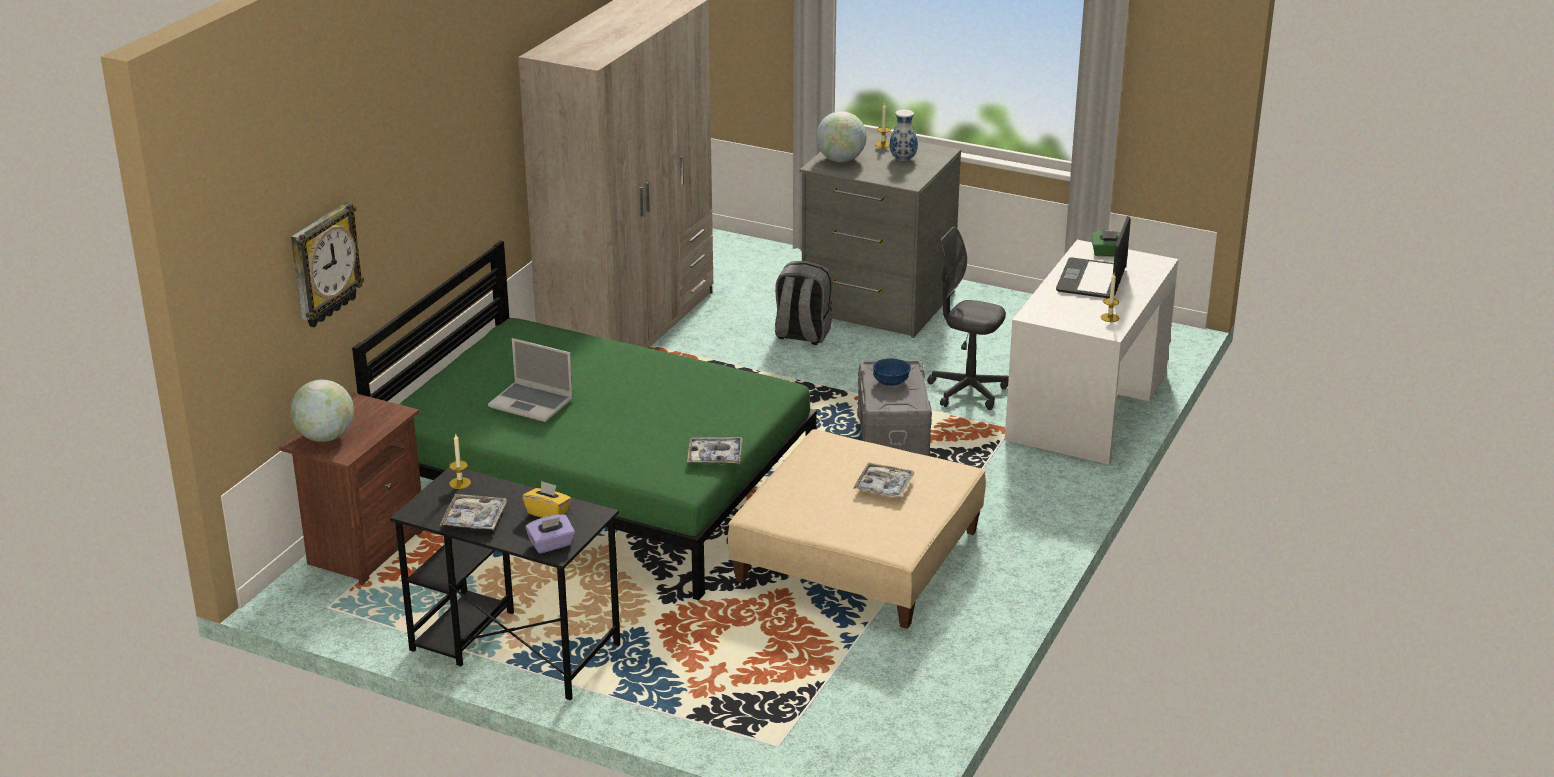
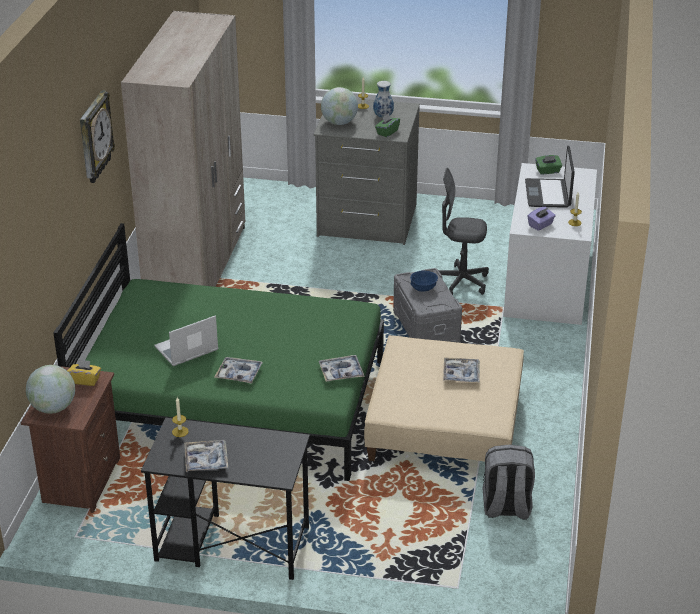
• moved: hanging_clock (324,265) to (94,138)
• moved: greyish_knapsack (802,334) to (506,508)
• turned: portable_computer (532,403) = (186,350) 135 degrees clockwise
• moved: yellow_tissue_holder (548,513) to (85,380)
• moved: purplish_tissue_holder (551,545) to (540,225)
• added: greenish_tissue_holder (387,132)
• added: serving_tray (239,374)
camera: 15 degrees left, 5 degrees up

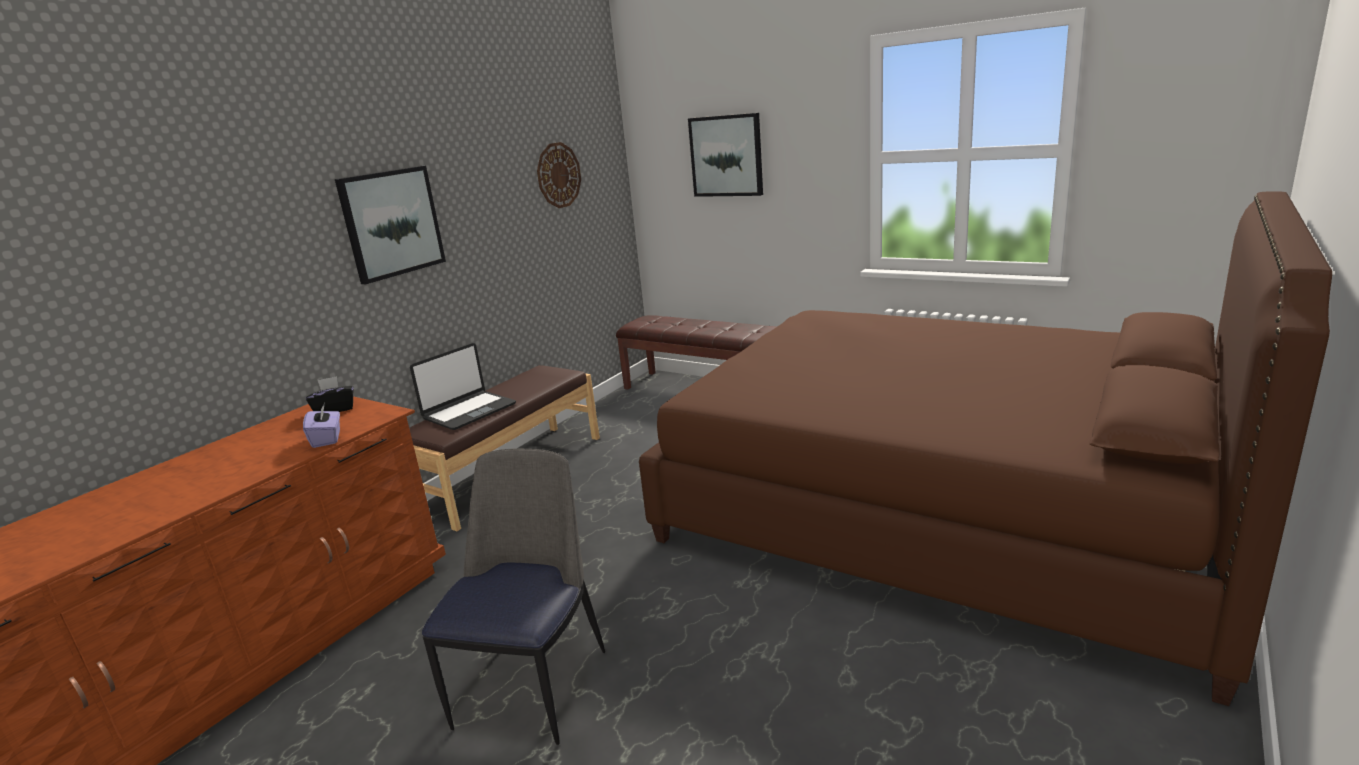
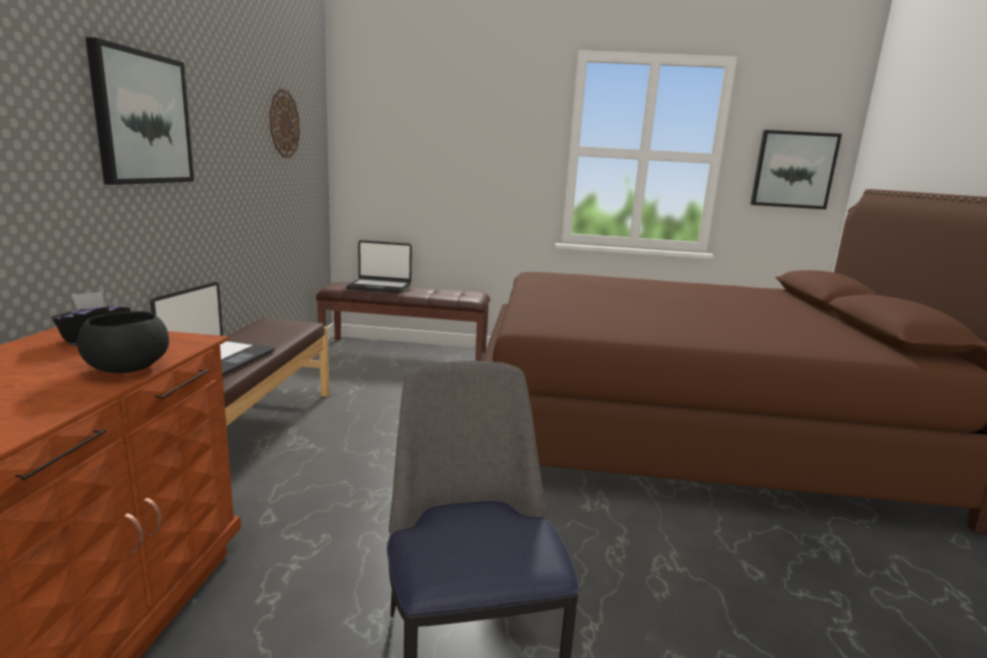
• moved: wall_picture (726,156) to (793,170)
• replaced: purplish_tissue_holder (327,439) to black_deep_dish (127,368)
• added: portable_computer (379,287)
camera: 30 degrees left, 5 degrees down

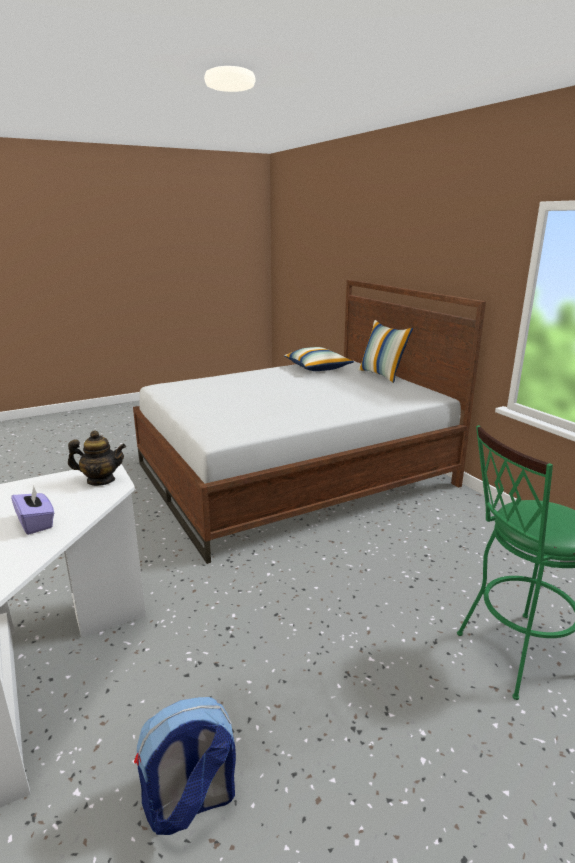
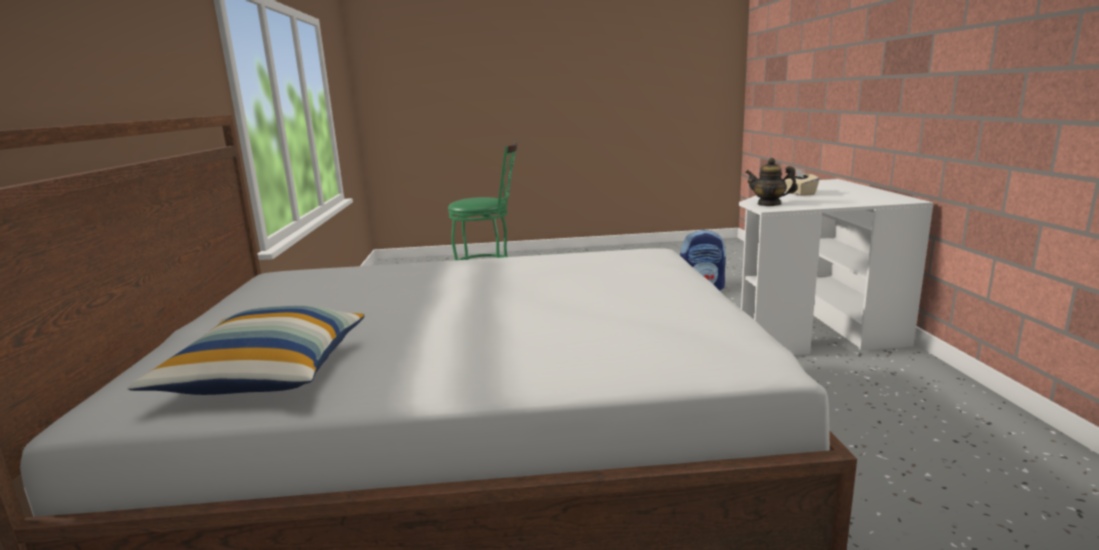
• removed: throw_pillow (382,375)
• recoloured: purplish_tissue_holder (36,523) to beige_tissue_holder (799,193)
camera: 155 degrees left, 5 degrees down

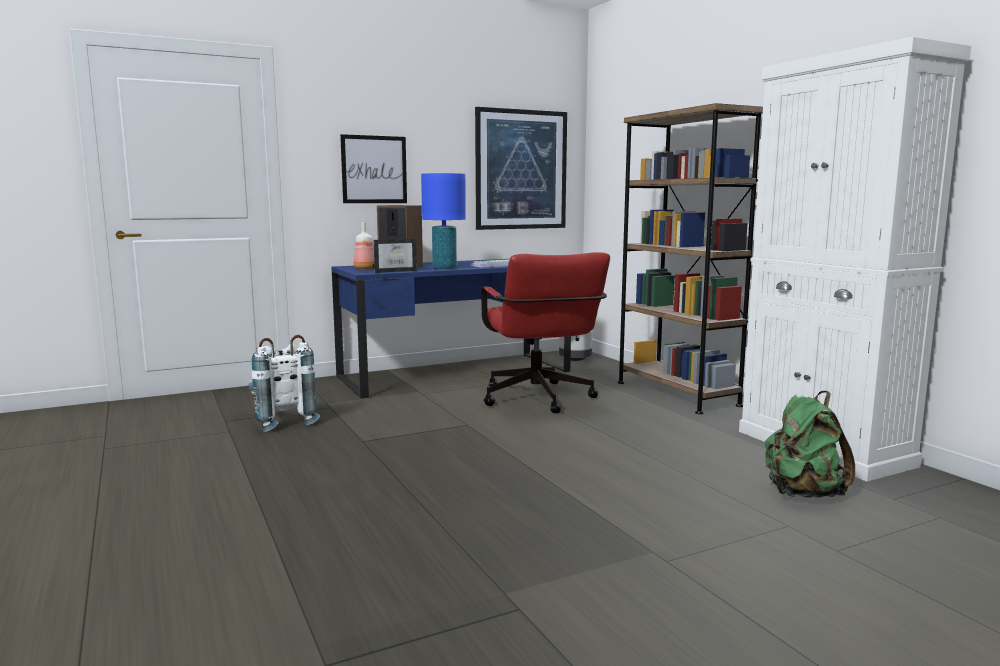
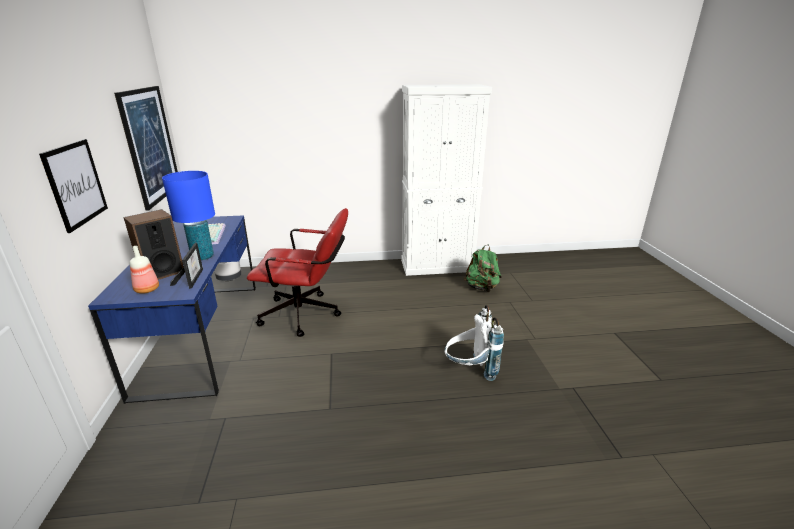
• removed: brown-coloured_shelving_unit (676,393)
• moved: white-coloured_knapsack (282,421) to (470,371)
camera: 70 degrees left, 15 degrees up

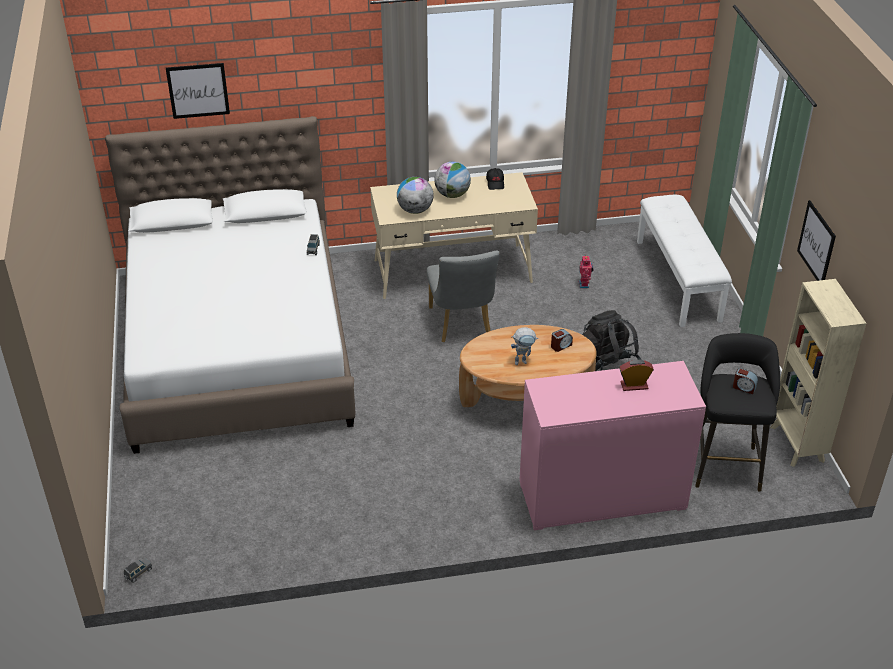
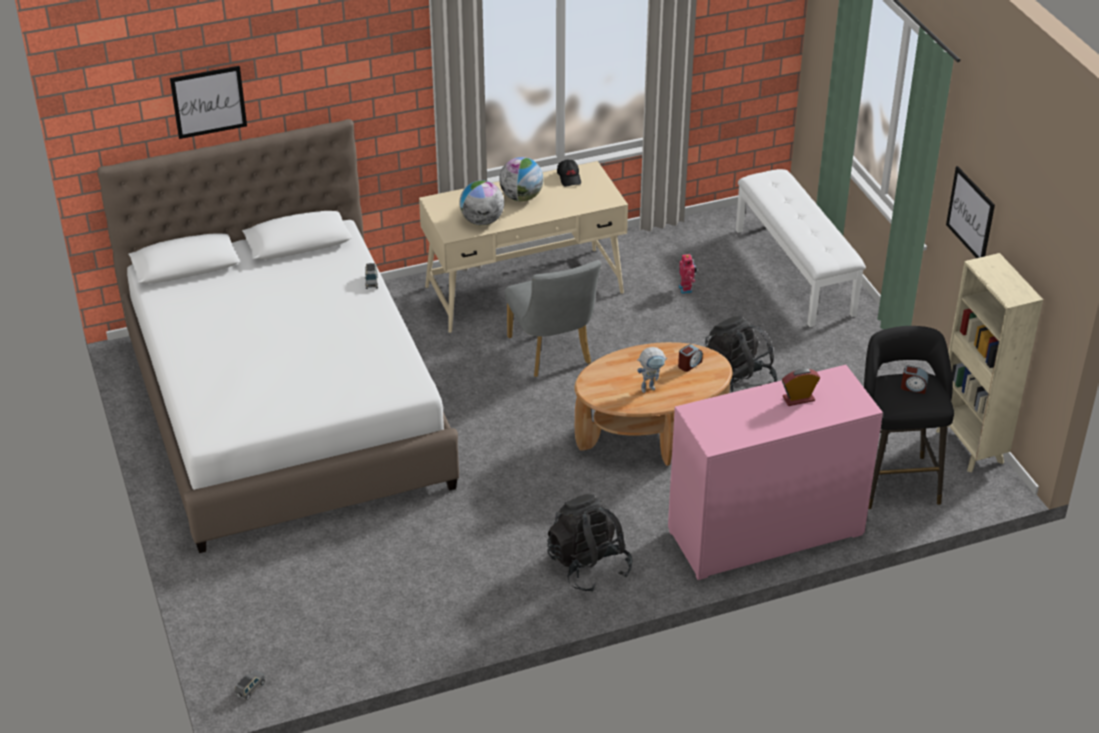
• added: black_knapsack (588,566)
camera: 10 degrees left, 0 degrees up

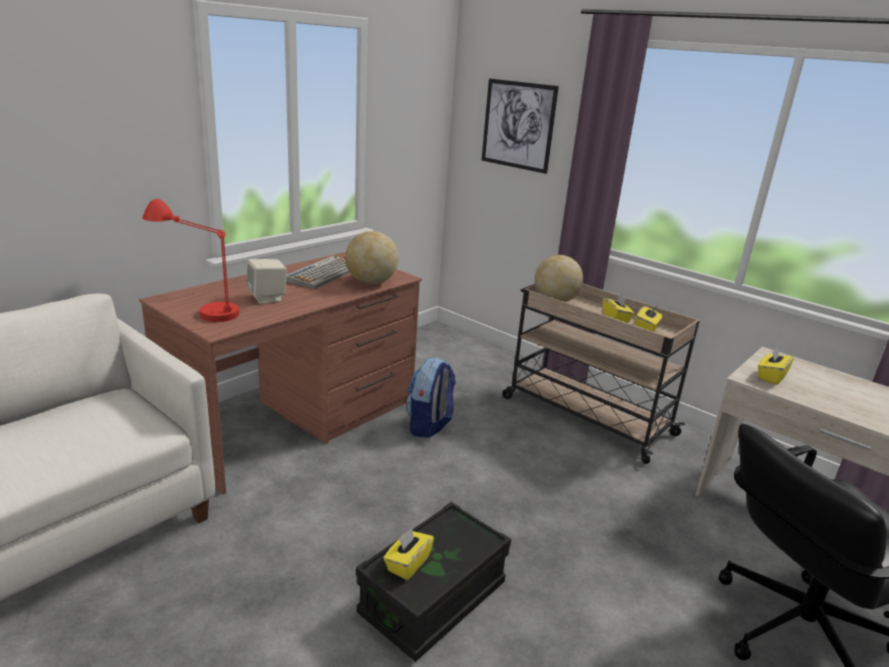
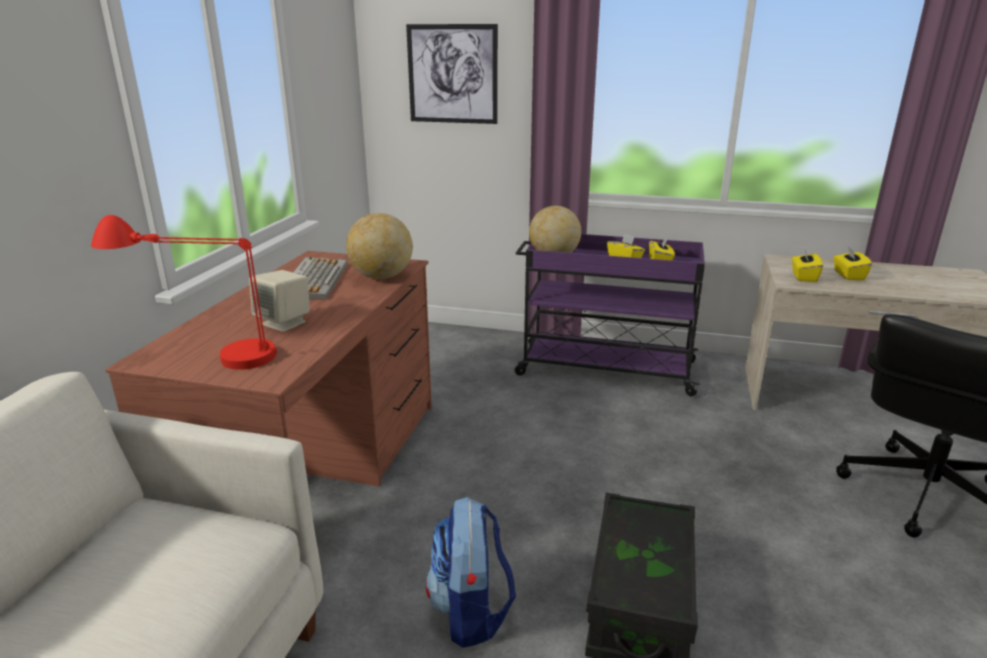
• recoloured: beige_cart (585,415) to purplish_cart (603,368)
• moved: knapsack (429,426) to (471,612)
• moved: yellow_tissue_holder (407,564) to (848,275)
camera: 25 degrees left, 0 degrees up

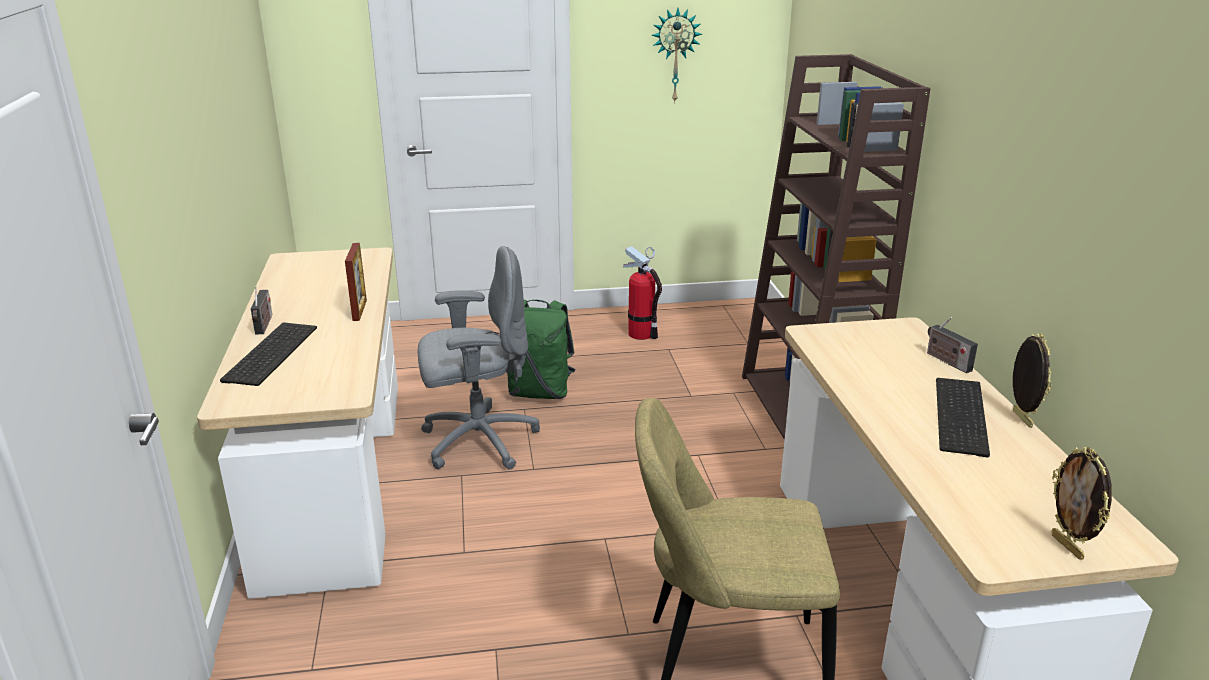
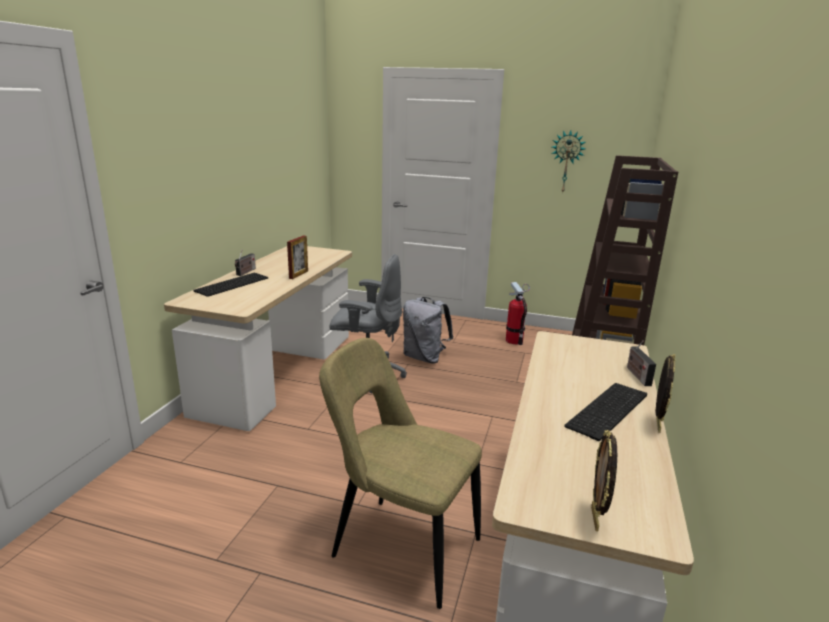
• recoloured: greenish_knapsack (540,392) to greyish_knapsack (424,358)
camera: 25 degrees right, 5 degrees down

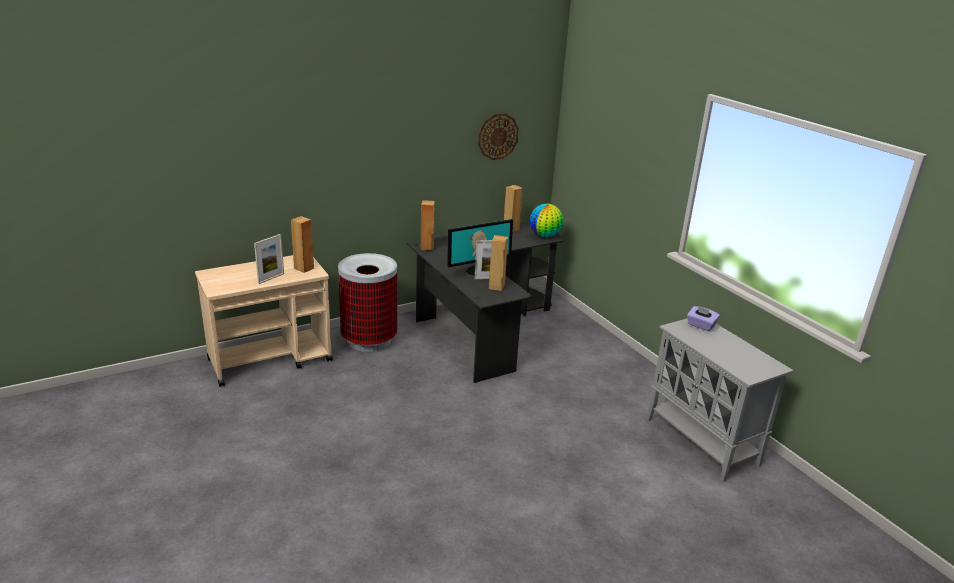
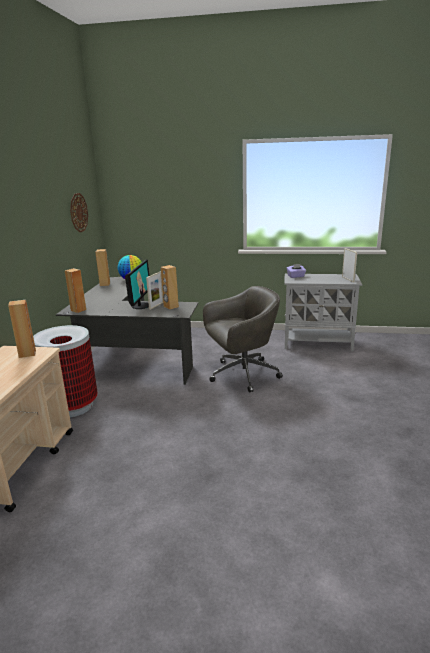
• moved: standing_frame (271,278) to (348,279)
• added: greyish_office_chair (242,374)
camera: 50 degrees left, 5 degrees down

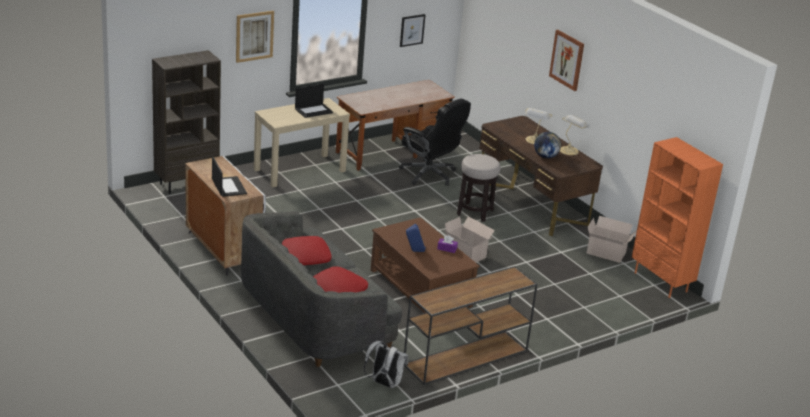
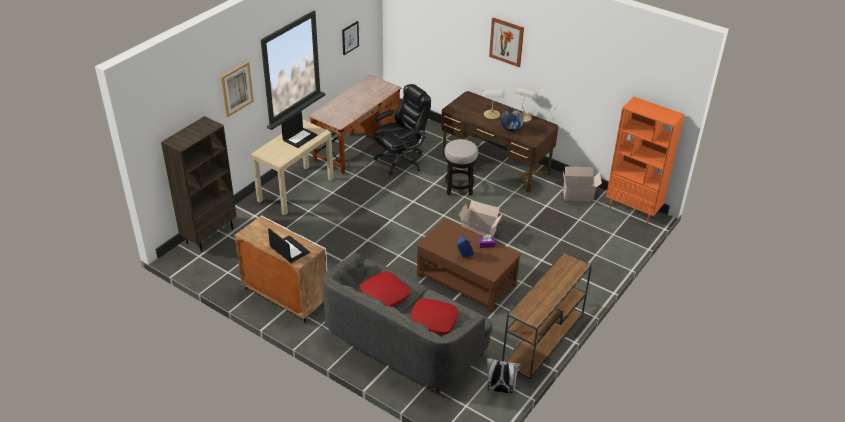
• turned: black_office_chair (429,174) = (401,160) 60 degrees counterclockwise
camera: 20 degrees left, 10 degrees up

